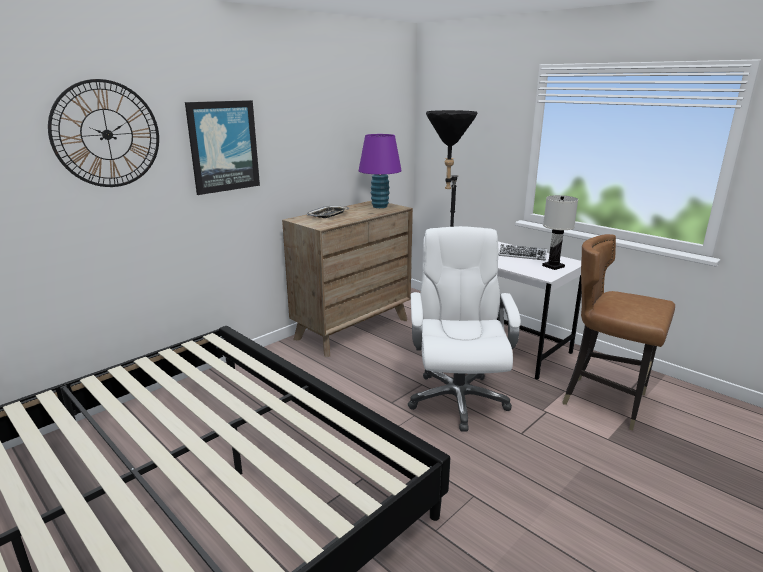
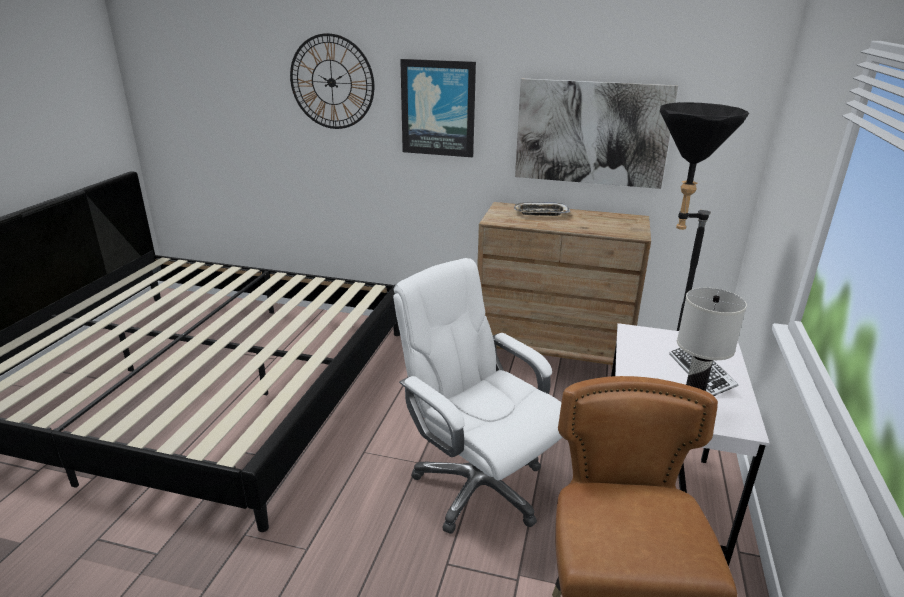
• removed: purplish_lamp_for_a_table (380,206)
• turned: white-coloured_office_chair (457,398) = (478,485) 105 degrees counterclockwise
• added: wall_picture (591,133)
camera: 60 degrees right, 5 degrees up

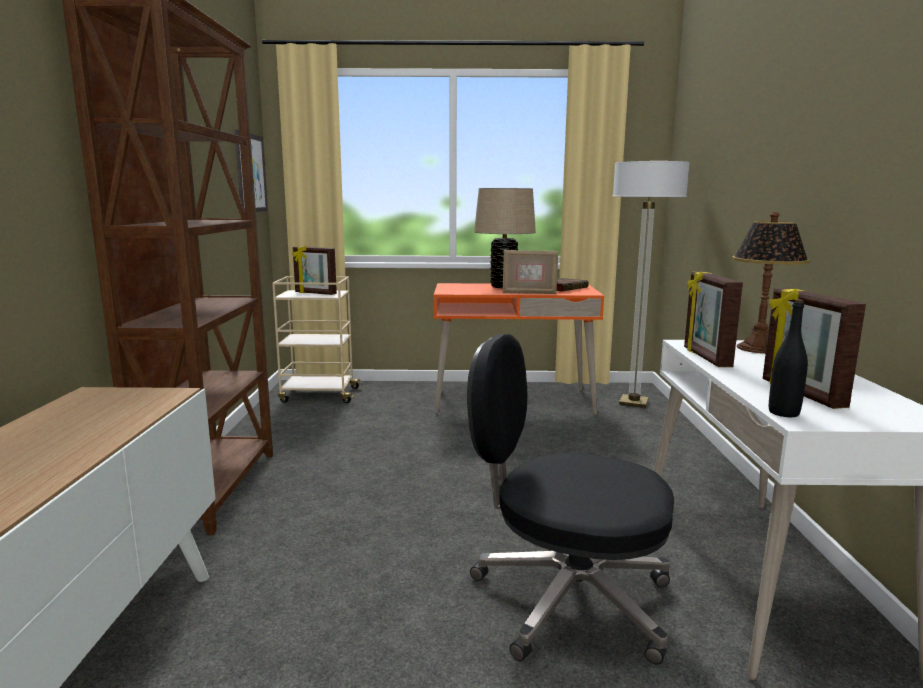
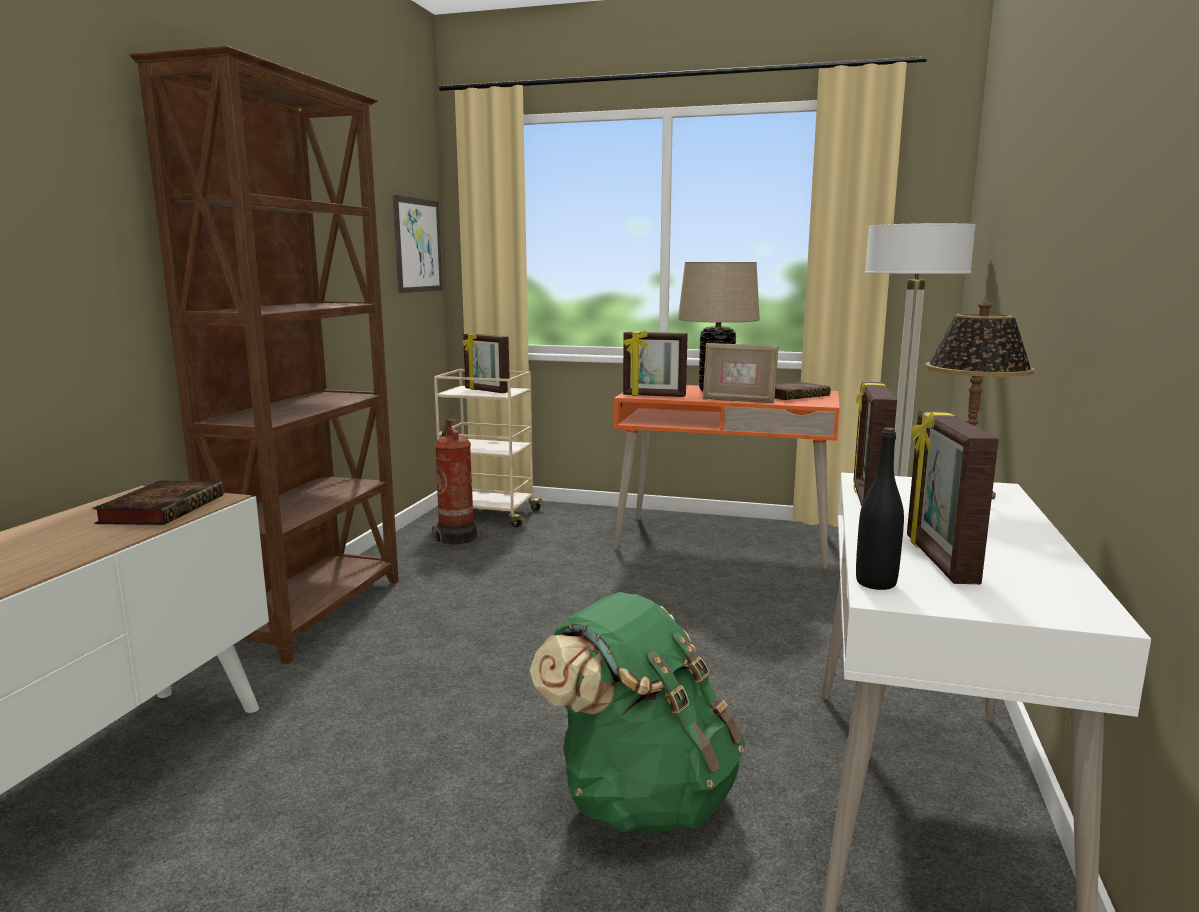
• replaced: black_office_chair (567,598) to greenish_knapsack (641,797)
• added: standing_frame (654,396)
• added: fire_extinguisher (456,538)
• added: book (163,509)
camera: 15 degrees right, 0 degrees up

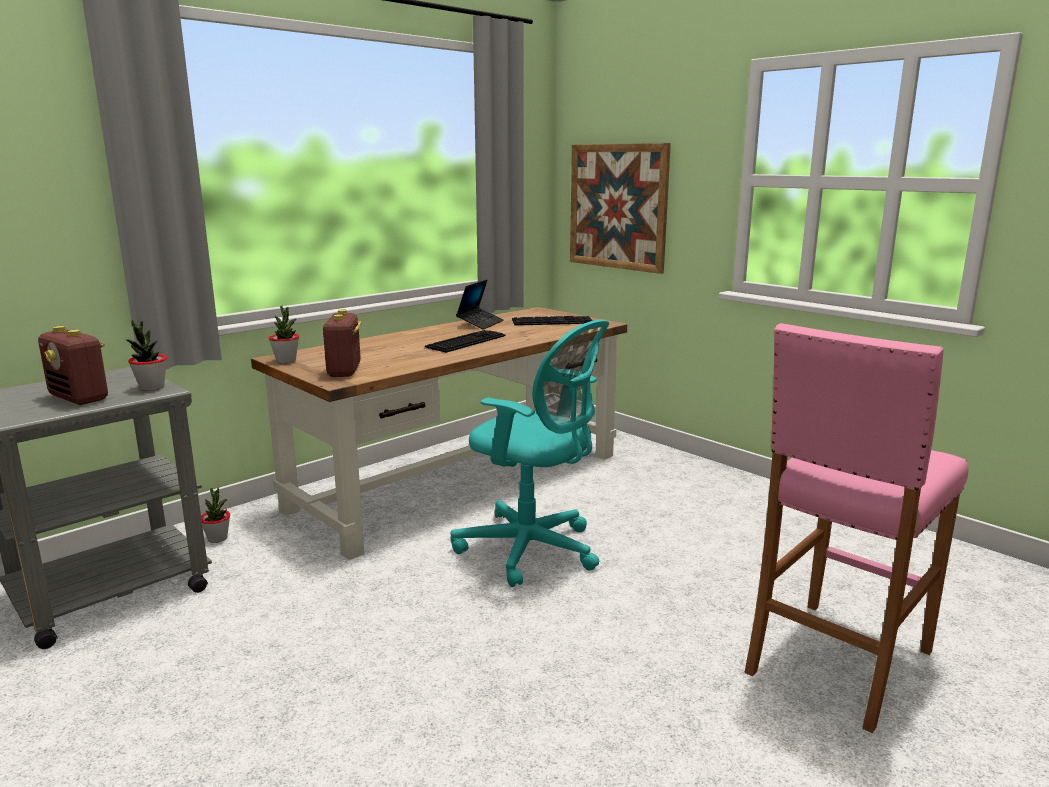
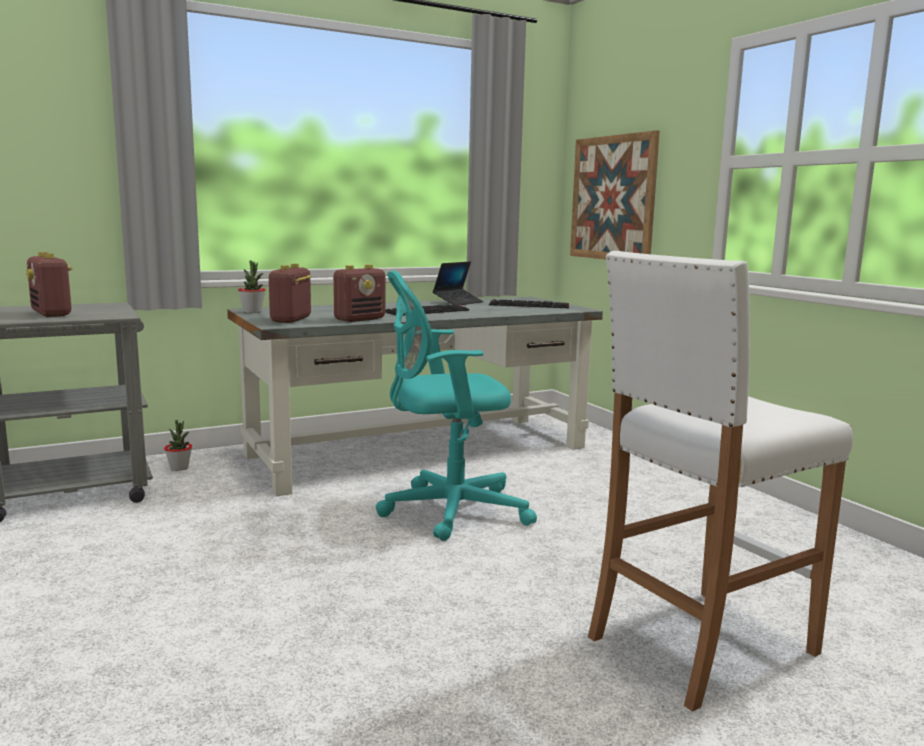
• recoloured: brown-coloured_desk (460,480) to greyish_desk (420,451)
• removed: potted_plant (151,388)
• turned: blue-green_office_chair (533,550) = (447,511) 120 degrees clockwise
• recoloured: pinkish_stool_seat (837,662) to white-coloured_stool_seat (699,645)
• added: radio (360,319)
camera: 15 degrees right, 5 degrees down

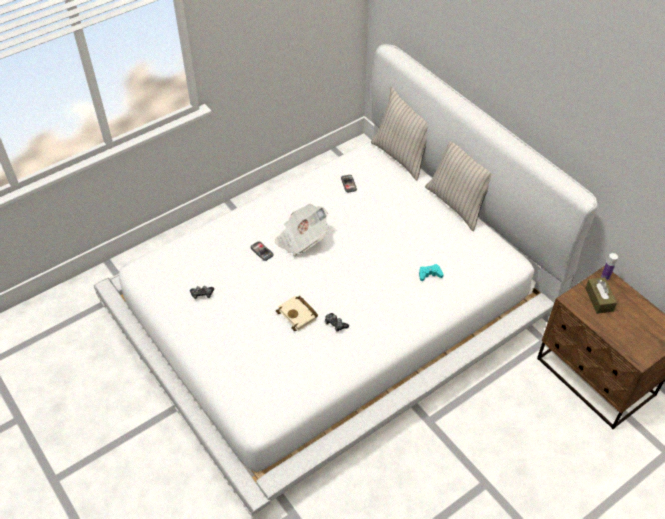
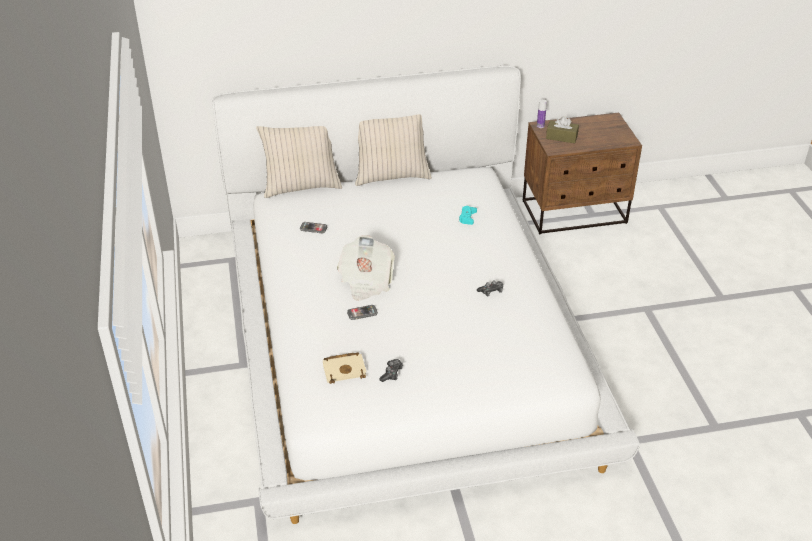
• moved: beige_book (298,315) to (345,369)
camera: 65 degrees left, 10 degrees down

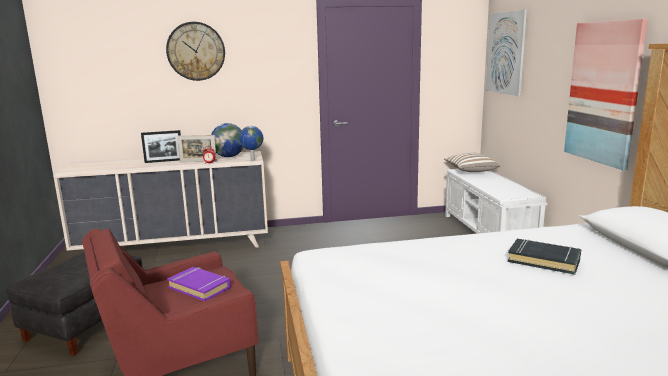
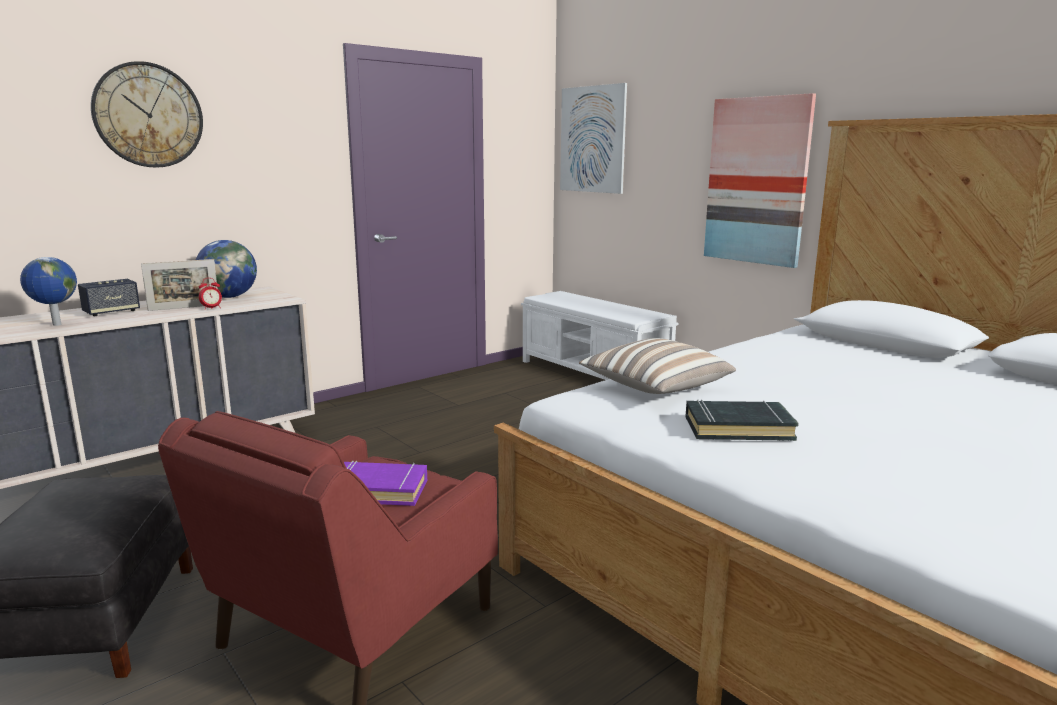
• moved: desk_globe (252,160) to (56,325)
• replaced: standing_frame (164,161) to audio_speaker (111,312)
• moved: throw_pillow (470,171) to (654,388)
• moved: black_book (544,260) to (738,428)
camera: 30 degrees left, 0 degrees up

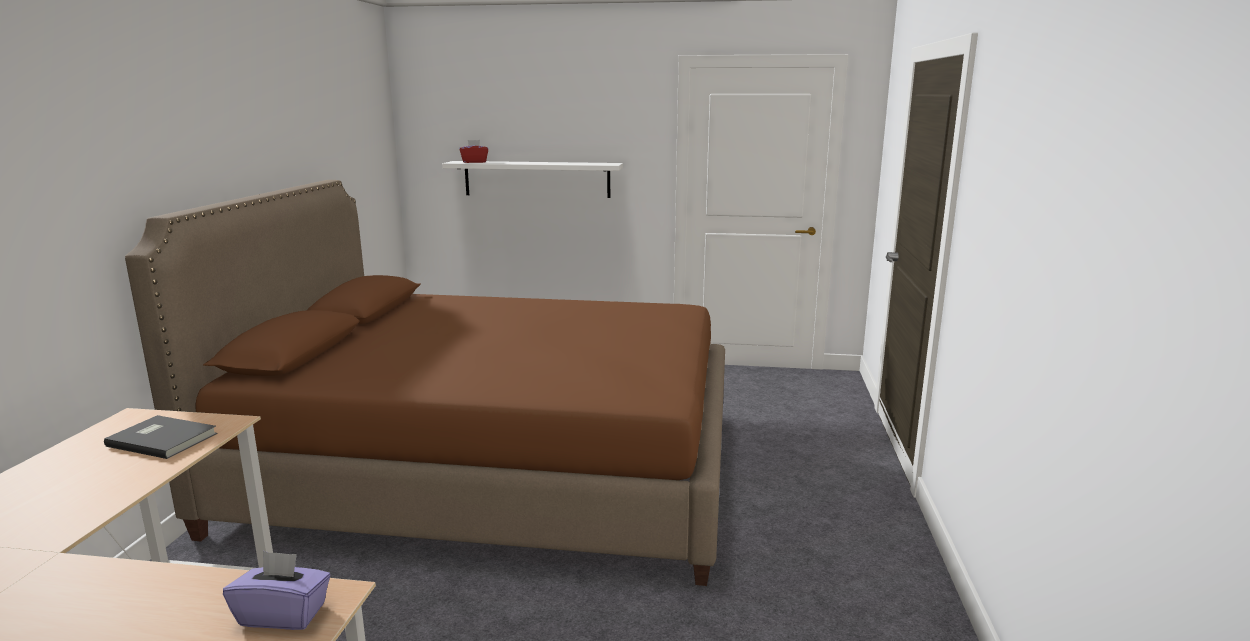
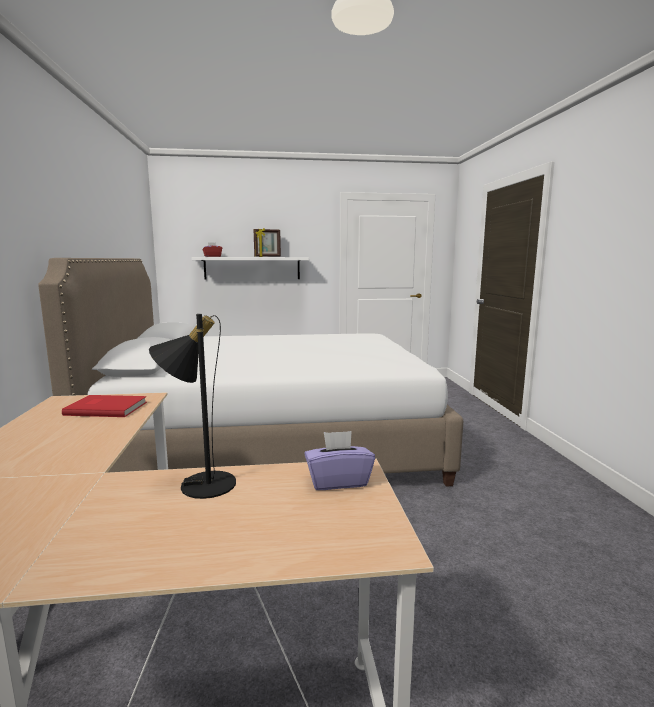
• recoloured: brown-coloured_bedroom_bed (494,470) to white-coloured_bedroom_bed (272,443)
• recoloured: greyish_book (163,439) to red_book (106,408)
• added: standing_frame (267,256)
• added: black_lamp_for_a_table (198,483)
camera: 15 degrees left, 5 degrees down

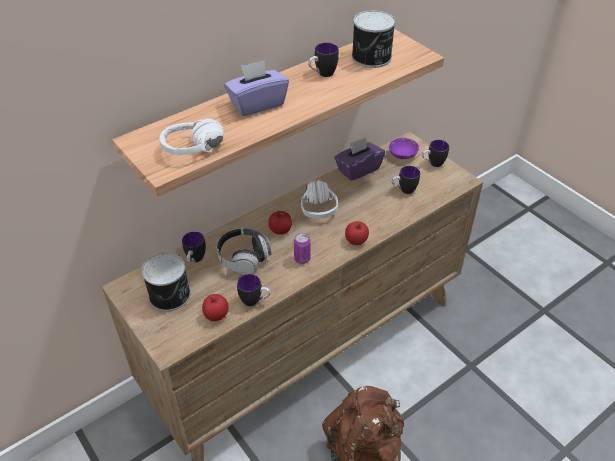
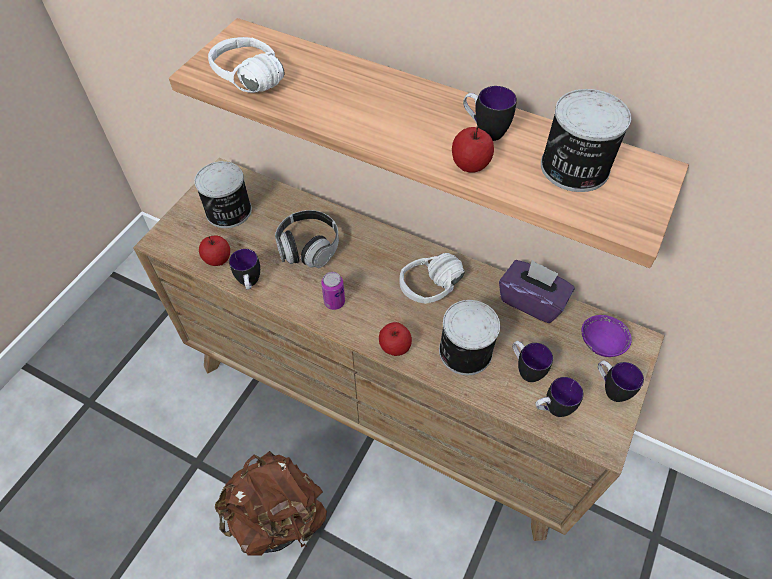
• removed: purplish_tissue_holder (257,104)
• moved: whole_apple (280,230) to (470,164)
• moved: mug (195,260) to (552,409)
• added: metal_can (464,351)
camera: 65 degrees right, 10 degrees up

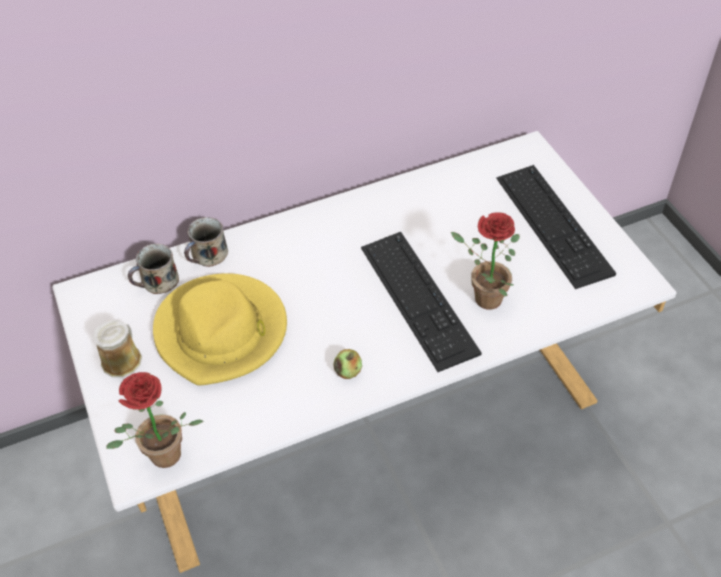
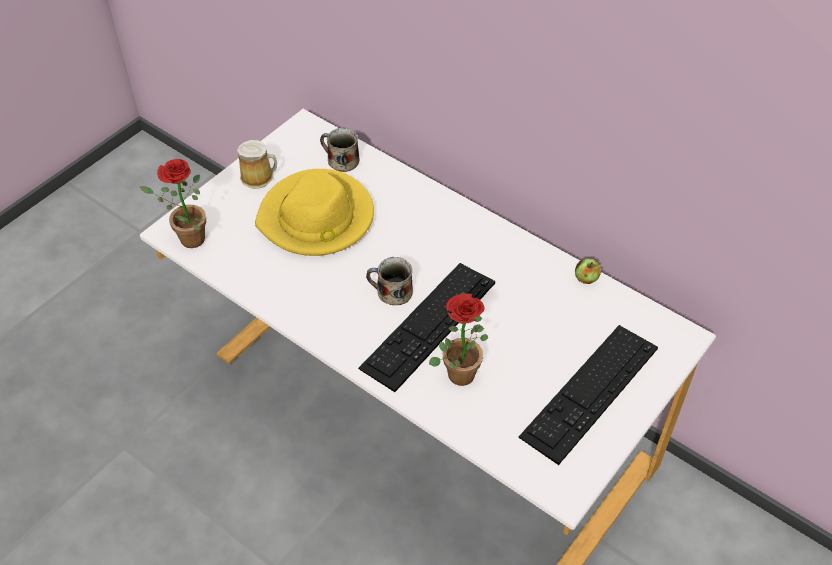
• moved: mug (208,255) to (392,292)
• moved: whole_apple (348,371) to (586,278)
camera: 60 degrees right, 0 degrees up

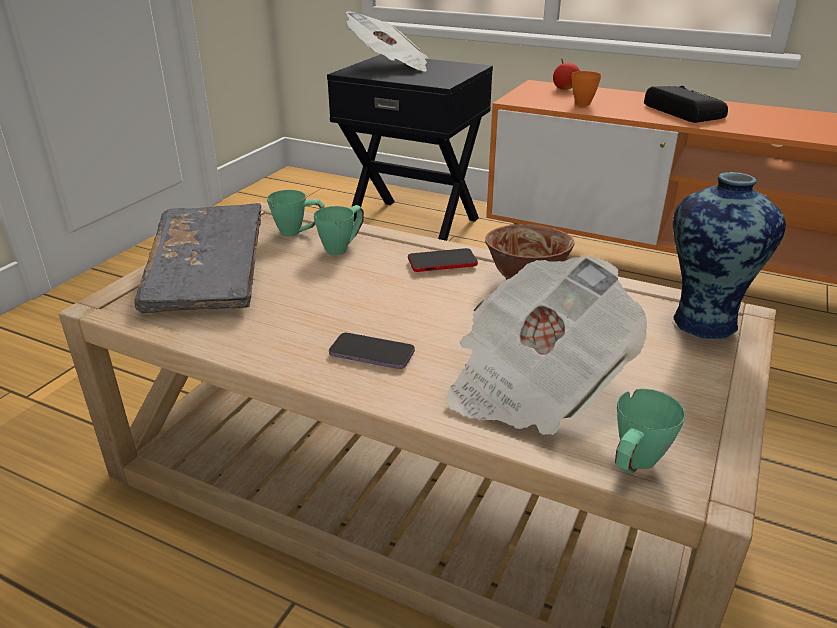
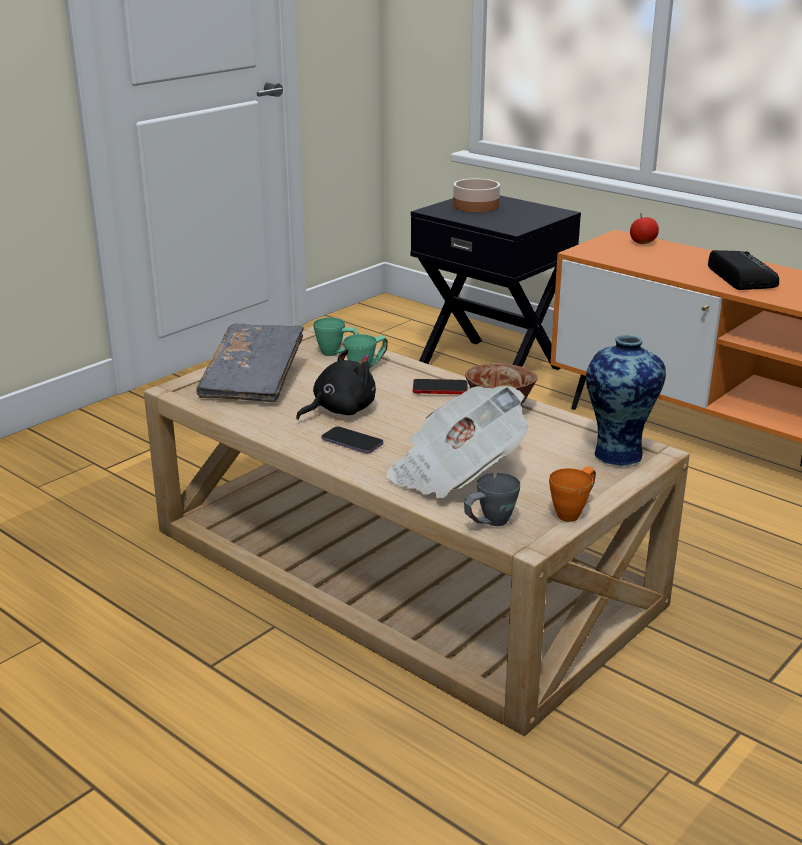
• replaced: printed_paper (390,66) to deep_dish (476,206)
• moved: orange-coloured_mug (584,102) to (573,512)
• recoloured: greenish_mug (634,466) to greyish_mug (489,524)
• added: black_soft_toy (340,410)
camera: 15 degrees right, 5 degrees down

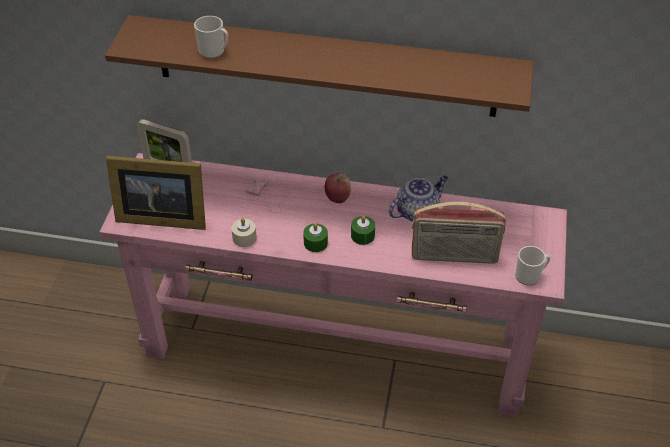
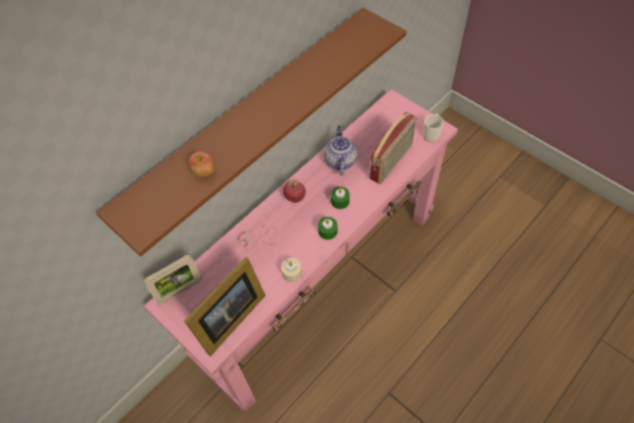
• replaced: mug (214,51) to whole_apple (204,172)
camera: 55 degrees left, 10 degrees up

